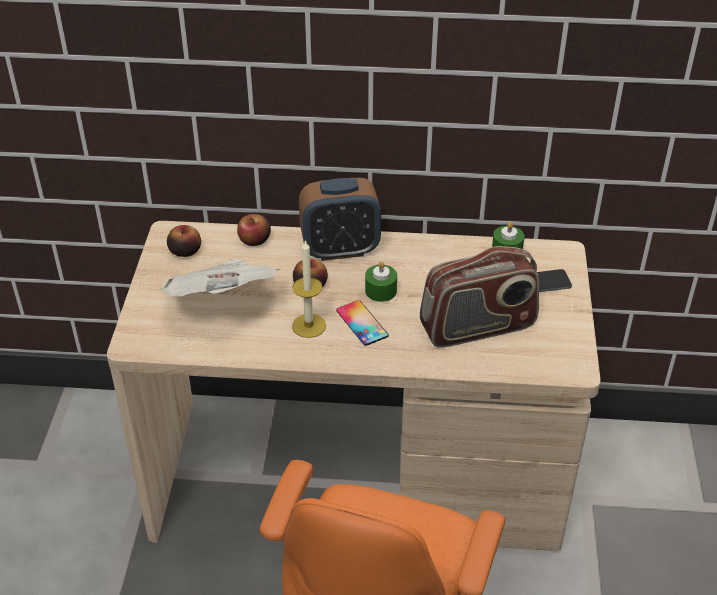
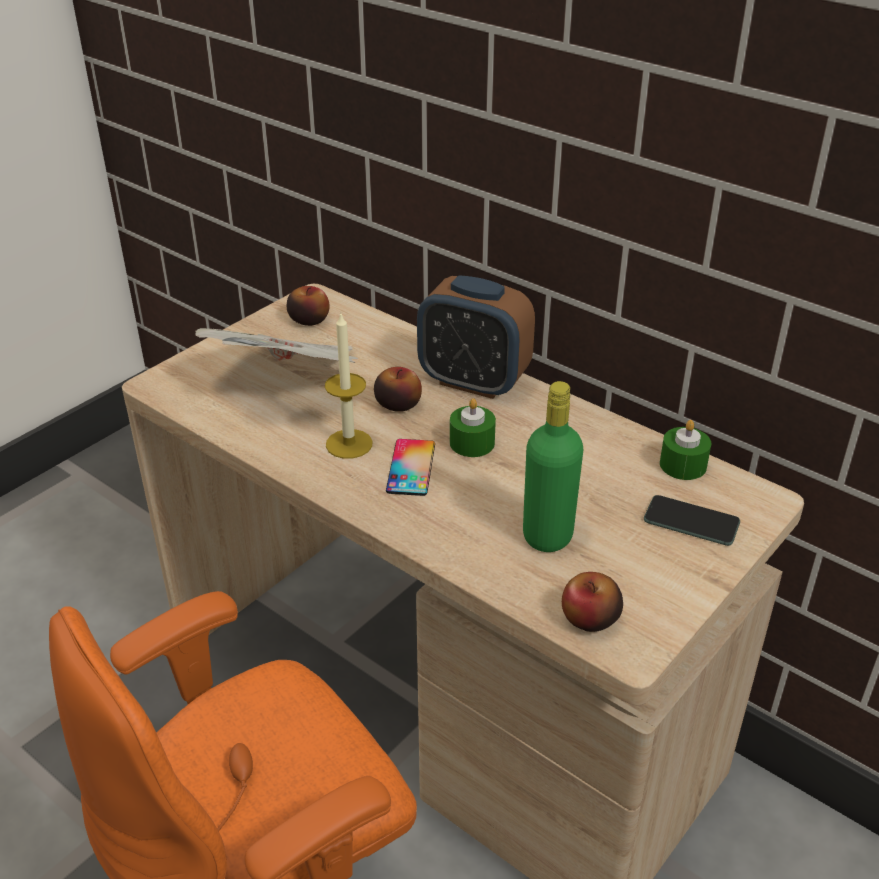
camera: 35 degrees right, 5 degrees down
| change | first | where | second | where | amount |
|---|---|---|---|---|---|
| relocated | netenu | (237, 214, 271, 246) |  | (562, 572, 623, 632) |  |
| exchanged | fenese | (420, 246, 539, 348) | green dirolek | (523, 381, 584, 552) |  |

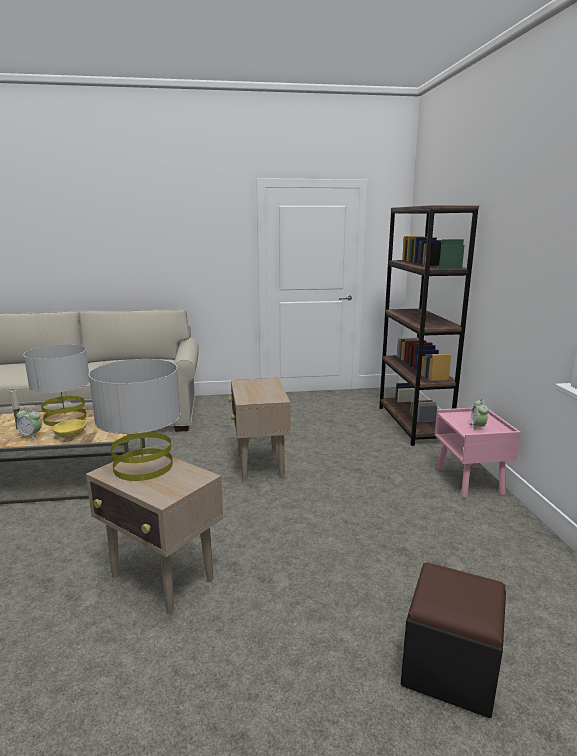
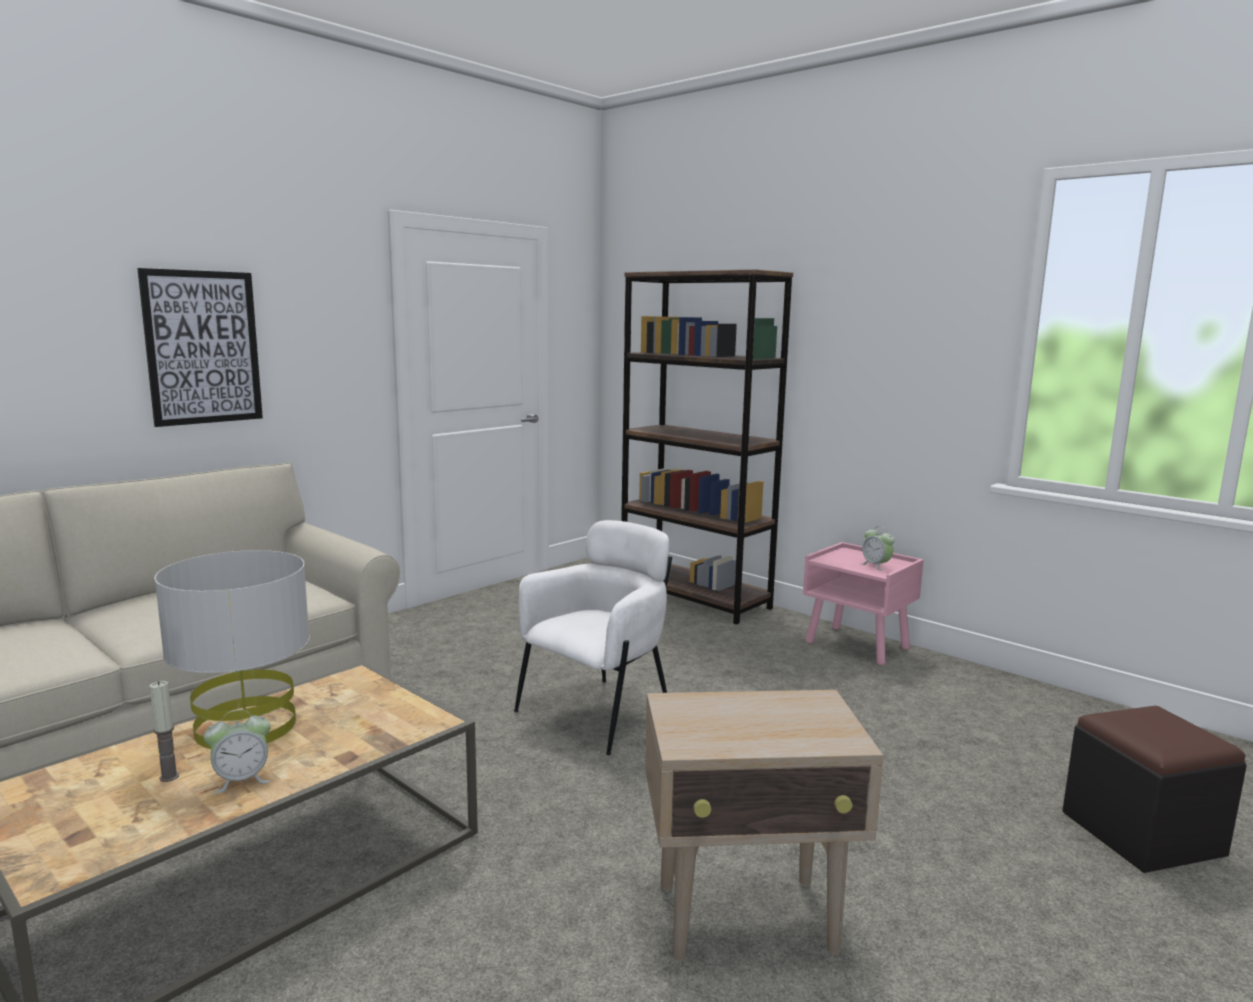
camera: 40 degrees left, 5 degrees down
| change | first | where | second | where | amount |
|---|---|---|---|---|---|
| missing | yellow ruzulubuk | (52, 419, 86, 439) |  |  |  |
| missing | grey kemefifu | (89, 359, 181, 481) |  |  |  |
| appeared |  |  | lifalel | (137, 268, 263, 427) |  |
| exchanged | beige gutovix | (228, 378, 291, 482) | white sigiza | (514, 520, 672, 755) |  |

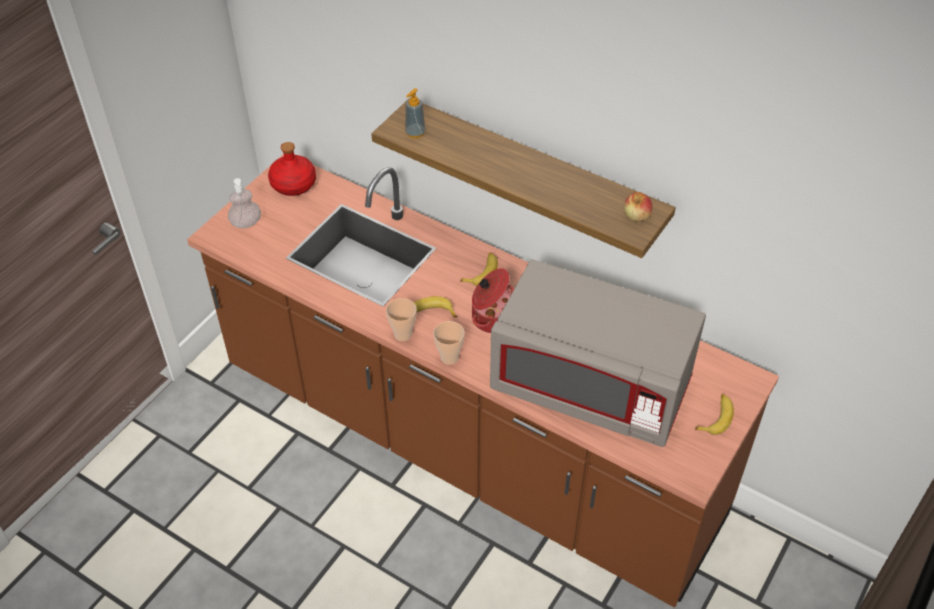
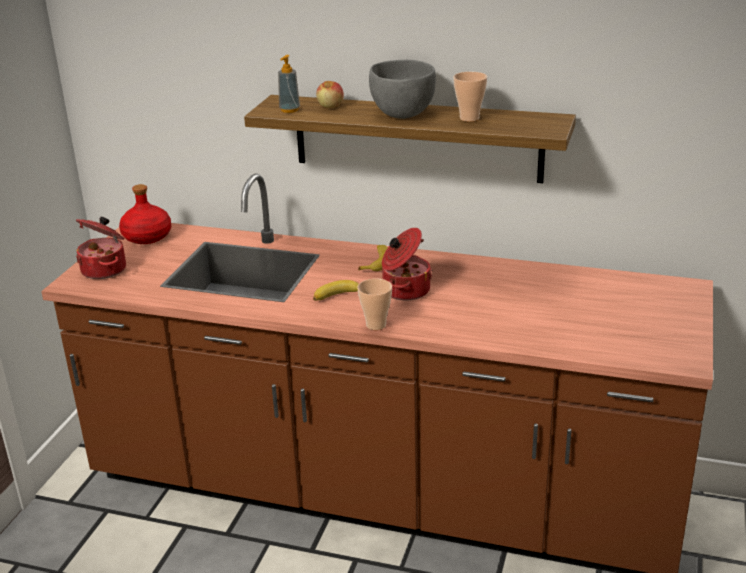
camera: 15 degrees left, 20 degrees down
| change | first | where | second | where | amount |
|---|---|---|---|---|---|
| missing | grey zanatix | (490, 259, 706, 447) |  |  |  |
| missing | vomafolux | (695, 394, 734, 435) |  |  |  |
| appeared |  |  | grey ruzulubuk | (369, 60, 436, 119) |  |
| relocated | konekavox | (386, 298, 417, 341) |  | (453, 72, 488, 122) |  |
| relocated | netenu | (624, 192, 652, 222) |  | (316, 81, 344, 108) |  |
| exchanged | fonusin | (228, 178, 261, 228) | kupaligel | (76, 217, 126, 279) |  |

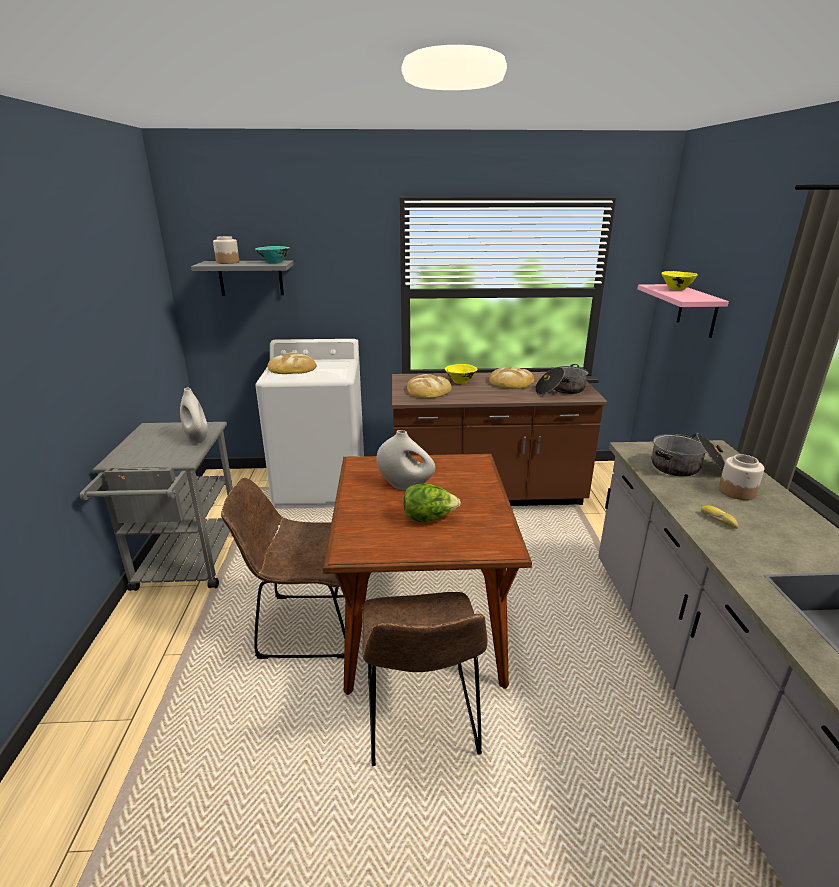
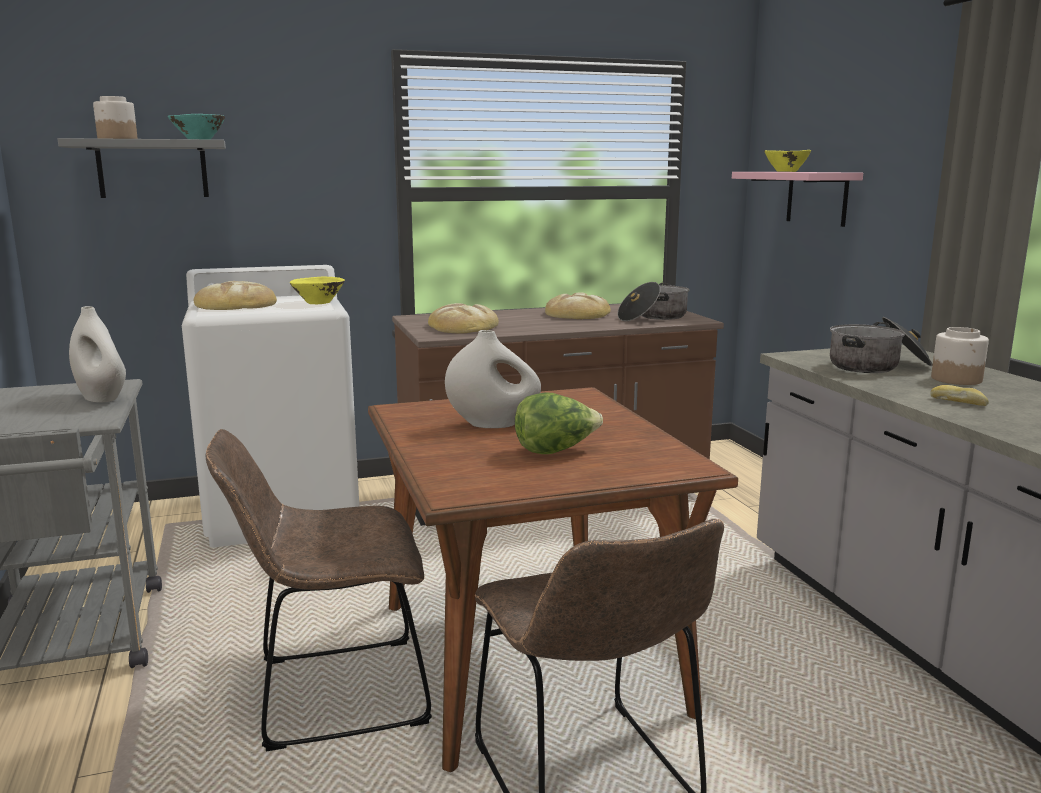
camera: 15 degrees left, 10 degrees down
| change | first | where | second | where | amount |
|---|---|---|---|---|---|
| relocated | yellow ruzulubuk | (445, 364, 478, 384) |  | (290, 276, 345, 304) |  |

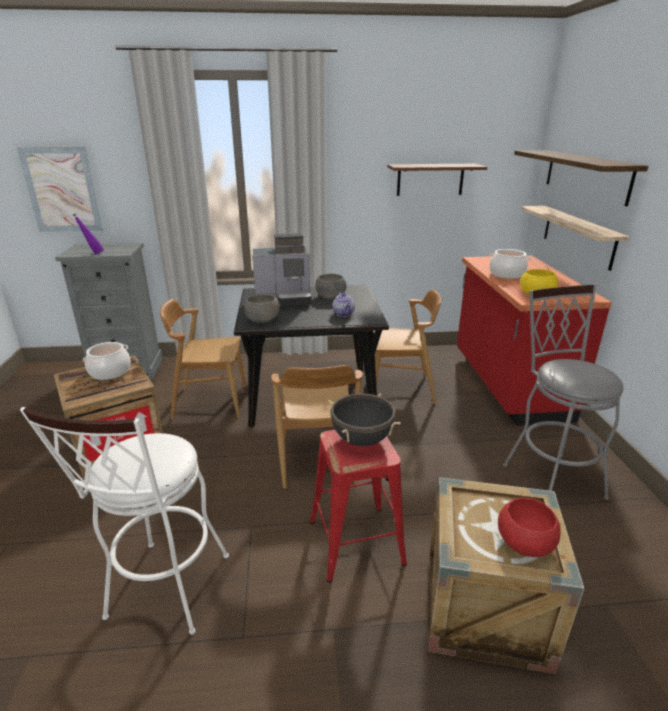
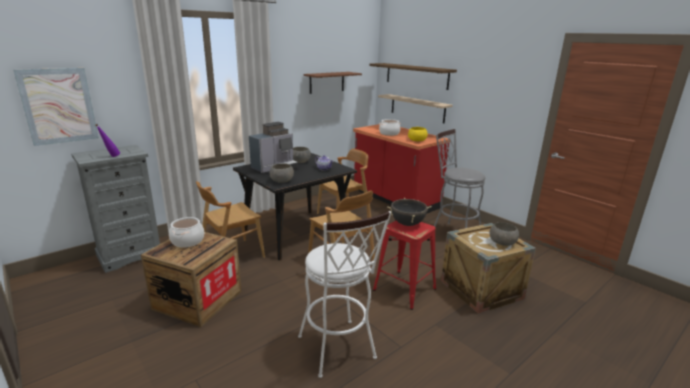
camera: 35 degrees left, 5 degrees down
| change | first | where | second | where | amount |
|---|---|---|---|---|---|
| colour | red ruzulubuk | (498, 498, 561, 557) | grey ruzulubuk | (489, 222, 519, 246) |  |

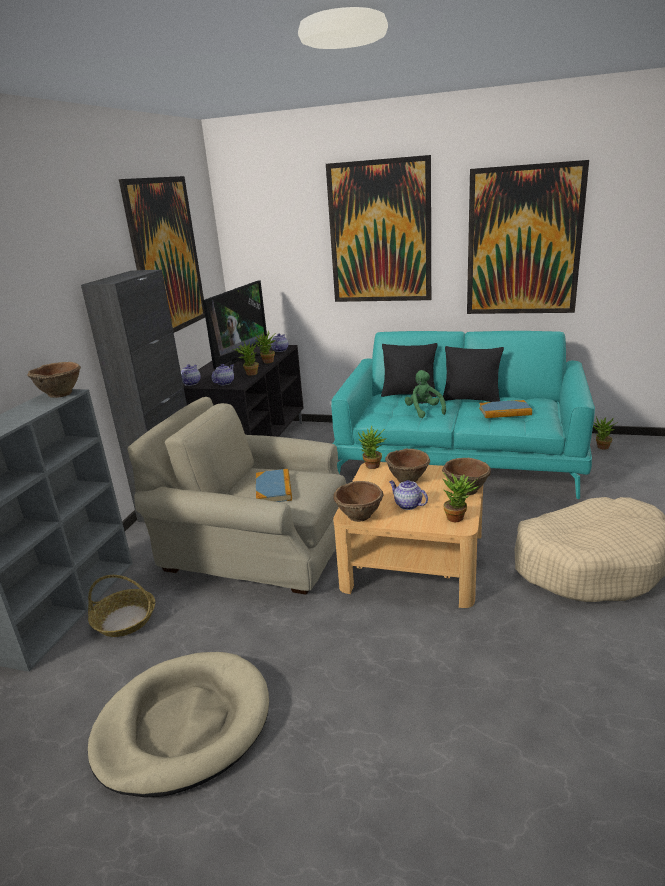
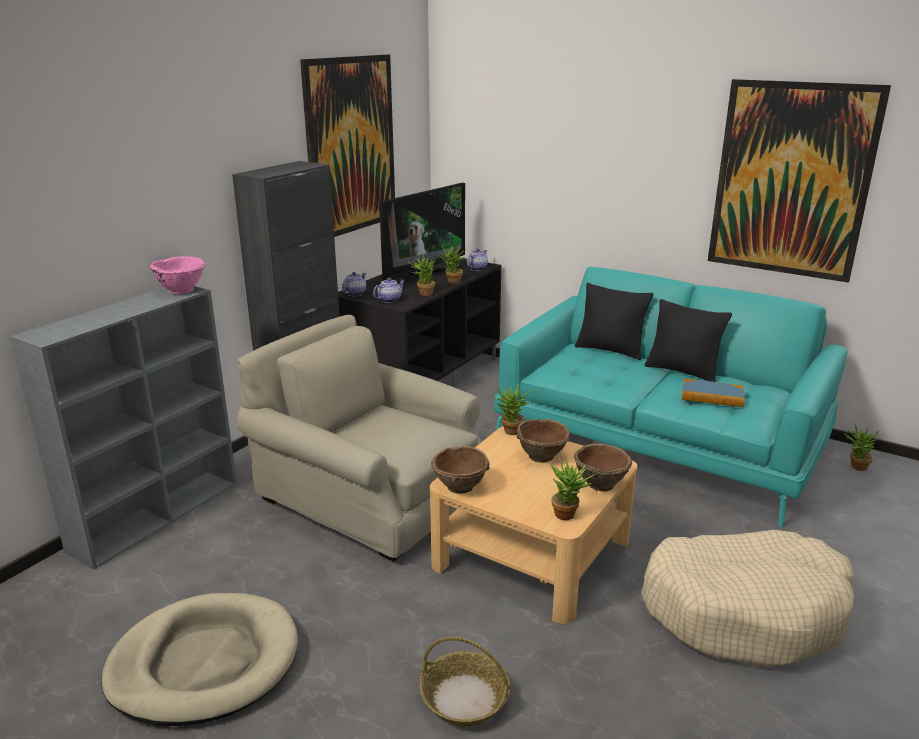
camera: 15 degrees right, 0 degrees up
| change | first | where | second | where | amount |
|---|---|---|---|---|---|
| missing | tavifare | (256, 469, 292, 502) |  |  |  |
| missing | lifalel | (326, 155, 431, 302) |  |  |  |
| missing | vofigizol | (389, 480, 428, 510) |  |  |  |
| missing | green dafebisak | (405, 370, 446, 418) |  |  |  |
| relocated | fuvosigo | (88, 575, 155, 637) |  | (419, 637, 510, 726) |  |
| colour | brown ruzulubuk | (27, 362, 81, 398) | pink ruzulubuk | (150, 256, 205, 294) |  |

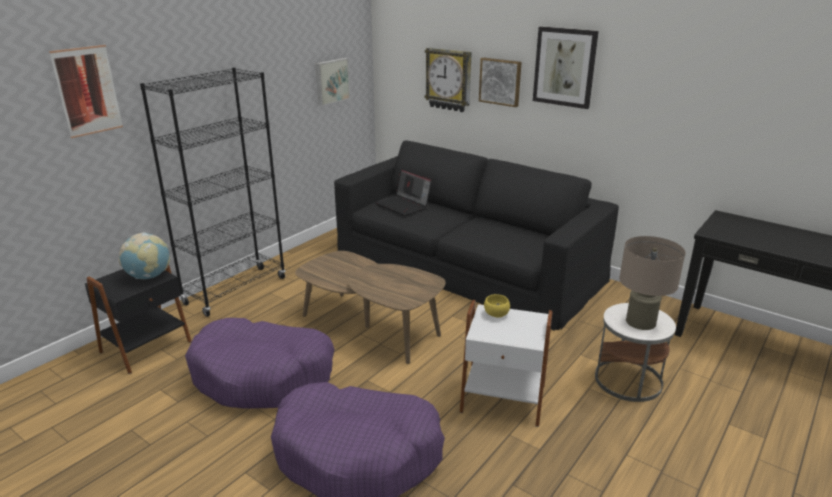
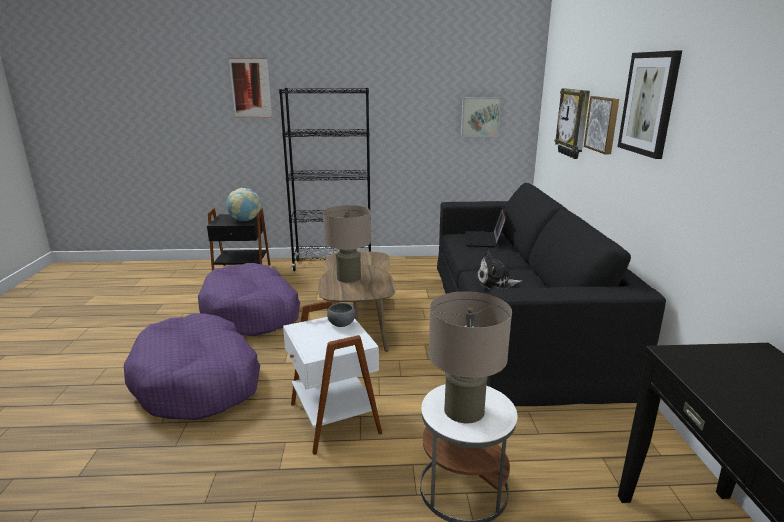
camera: 50 degrees right, 5 degrees down
| change | first | where | second | where | amount |
|---|---|---|---|---|---|
| appeared |  |  | beige kemefifu | (323, 205, 371, 283) |  |
| appeared |  |  | dafebisak | (477, 251, 521, 289) |  |
| colour | yellow ruzulubuk | (484, 294, 510, 318) | grey ruzulubuk | (327, 303, 356, 327) |  |

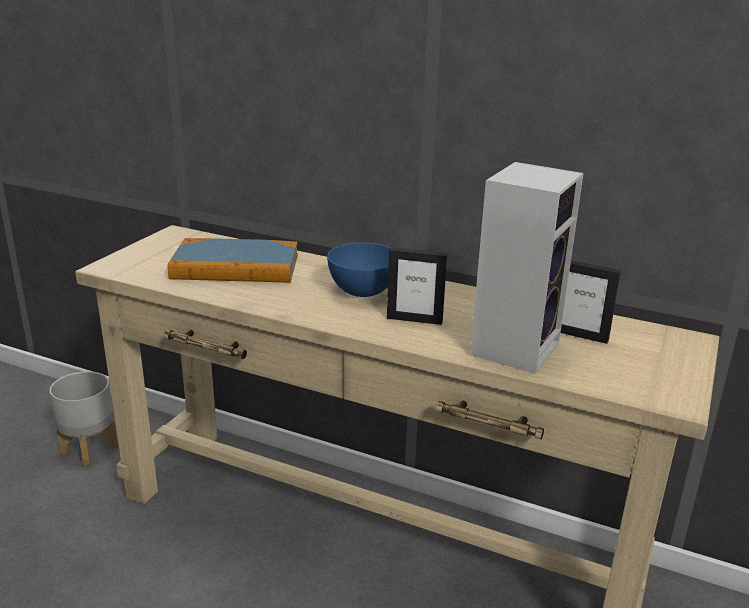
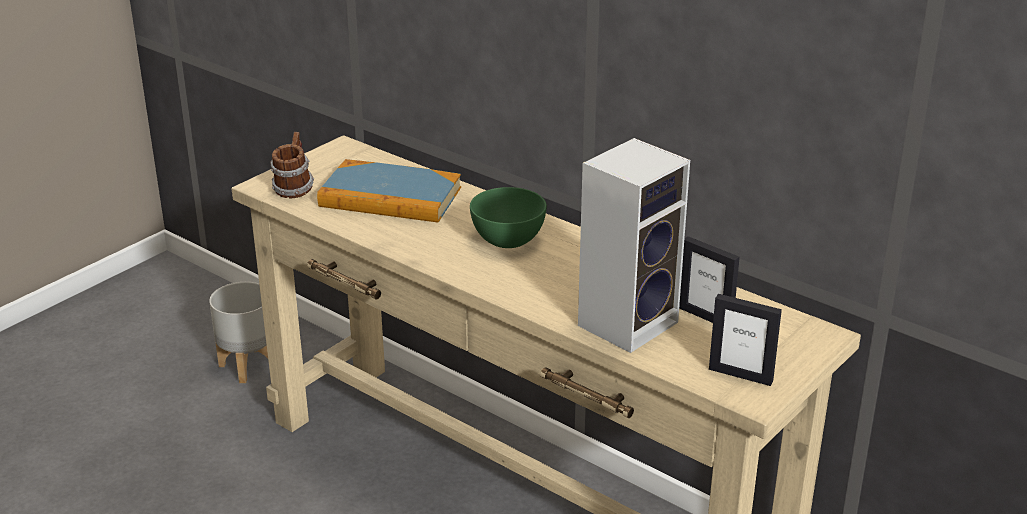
camera: 15 degrees right, 5 degrees up
| change | first | where | second | where | amount |
|---|---|---|---|---|---|
| appeared |  |  | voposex | (270, 132, 314, 198) |  |
| relocated | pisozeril | (387, 247, 447, 325) |  | (709, 294, 782, 386) |  |
| colour | blue ruzulubuk | (327, 243, 390, 297) | green ruzulubuk | (470, 187, 547, 248) |  |

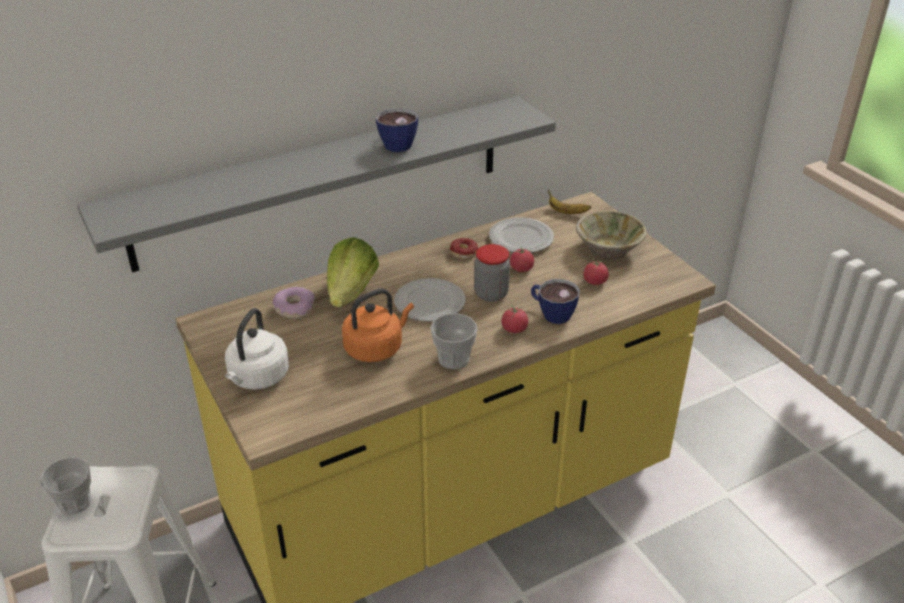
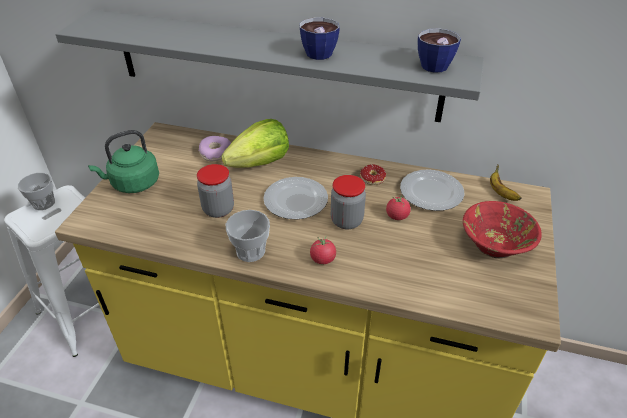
camera: 45 degrees right, 5 degrees up
| change | first | where | second | where | amount |
|---|---|---|---|---|---|
| missing | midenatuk | (583, 258, 609, 285) |  |  |  |
| relocated | konekavox | (531, 279, 580, 324) |  | (417, 28, 461, 73) |  |
| exchanged | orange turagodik | (342, 289, 414, 362) | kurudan | (197, 164, 234, 218) |  |
| colour | white turagodik | (225, 308, 289, 390) | green turagodik | (88, 130, 159, 193) |  |
| colour | beige ruzulubuk | (576, 211, 647, 260) | red ruzulubuk | (463, 201, 542, 258) |  |

